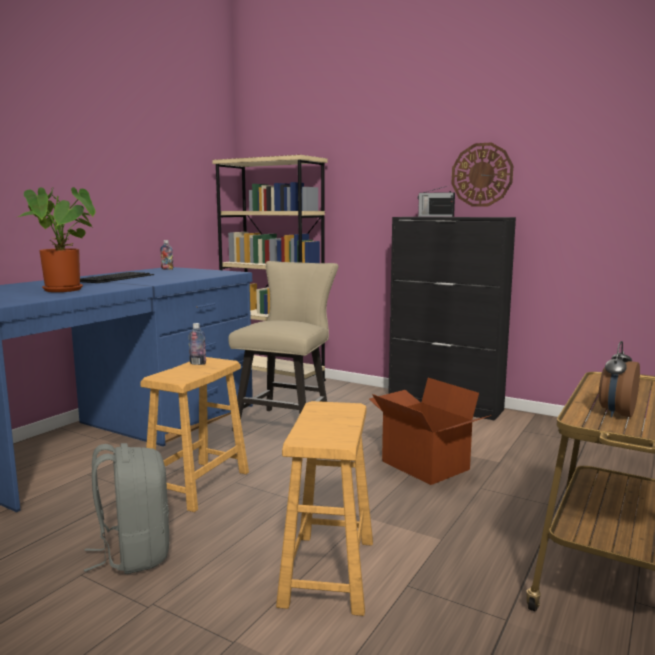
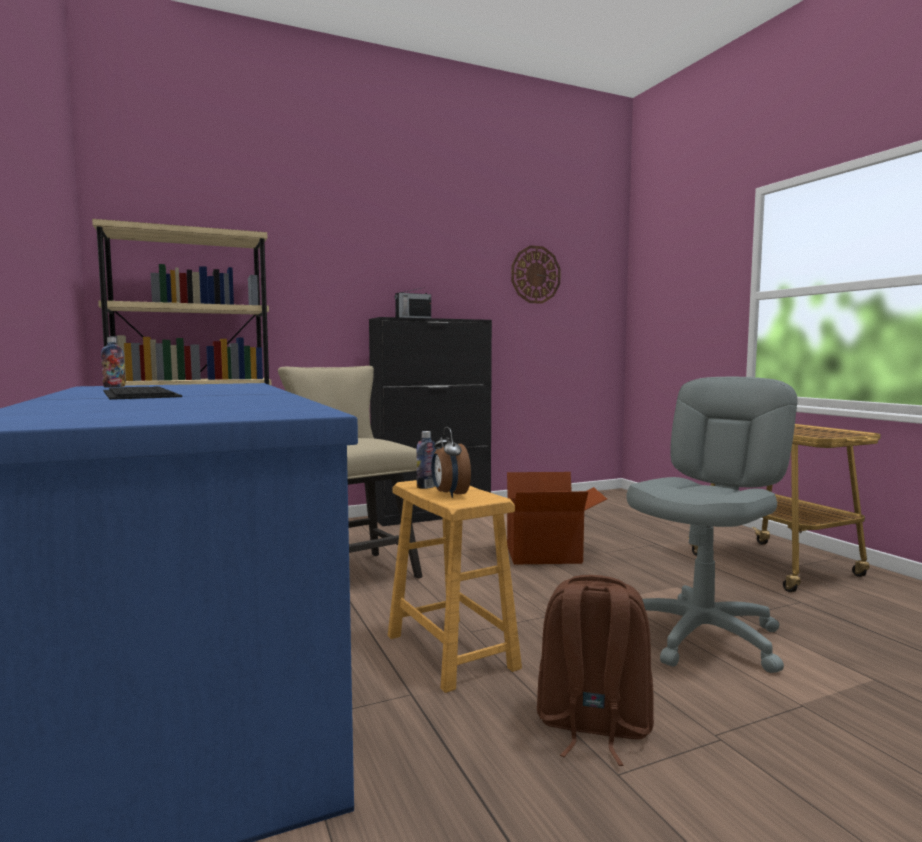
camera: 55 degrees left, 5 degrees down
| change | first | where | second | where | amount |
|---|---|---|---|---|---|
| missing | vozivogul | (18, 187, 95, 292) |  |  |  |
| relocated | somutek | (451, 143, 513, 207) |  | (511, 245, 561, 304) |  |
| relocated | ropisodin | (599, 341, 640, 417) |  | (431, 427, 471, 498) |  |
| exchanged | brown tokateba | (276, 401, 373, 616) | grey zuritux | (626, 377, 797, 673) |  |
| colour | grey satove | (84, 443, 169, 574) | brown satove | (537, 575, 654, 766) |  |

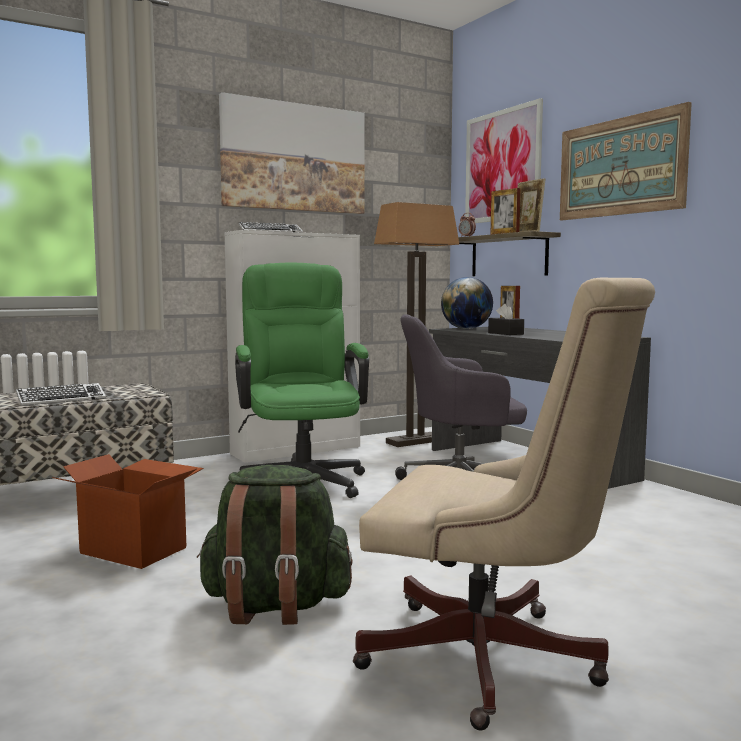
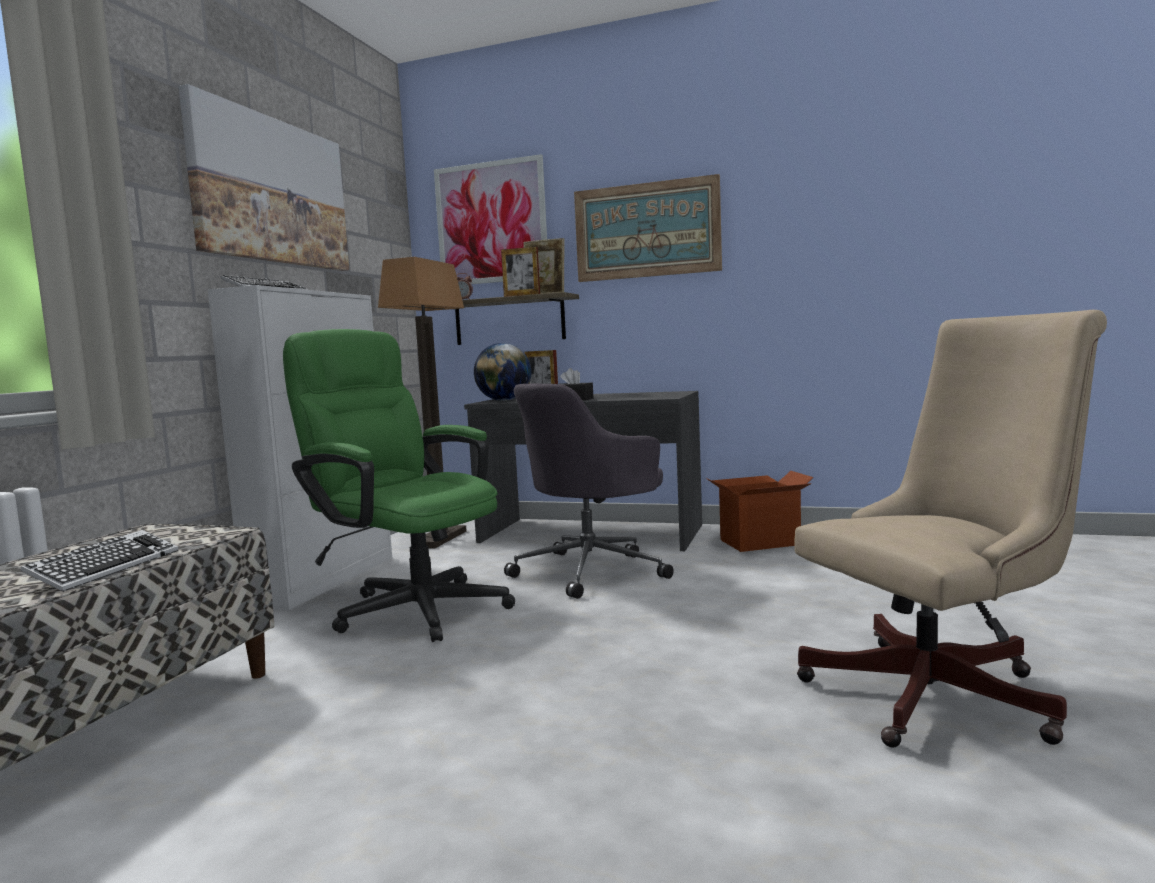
camera: 40 degrees left, 0 degrees up
| change | first | where | second | where | amount |
|---|---|---|---|---|---|
| missing | green satove | (197, 465, 353, 625) |  |  |  |
| relocated | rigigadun | (52, 454, 204, 569) |  | (706, 471, 814, 552) |  |

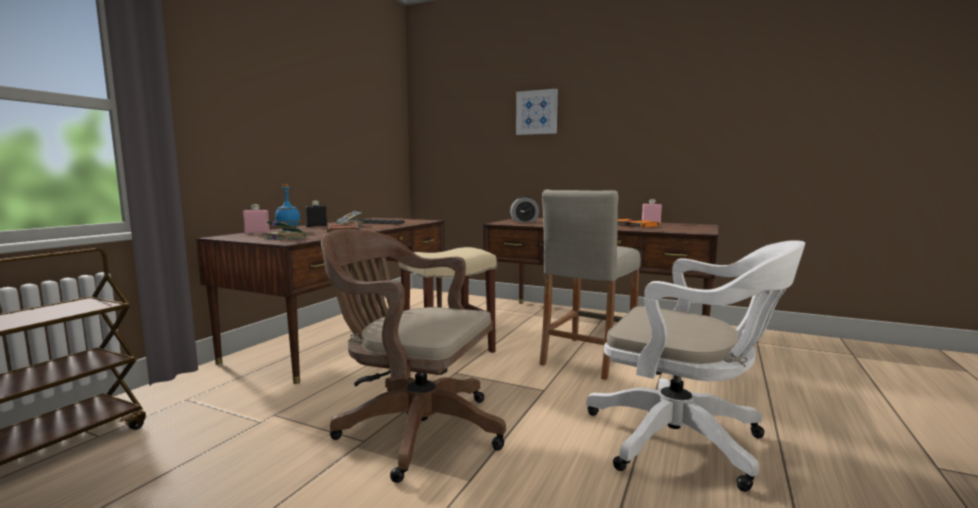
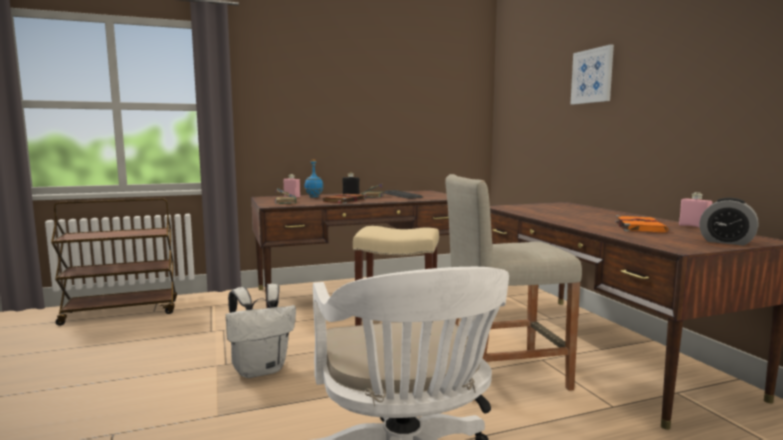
camera: 45 degrees right, 0 degrees up
| change | first | where | second | where | amount |
|---|---|---|---|---|---|
| relocated | ropisodin | (510, 196, 539, 222) |  | (699, 198, 759, 246) |  |
| exchanged | brown zuritux | (321, 229, 506, 483) | white satove | (226, 284, 296, 378) |  |

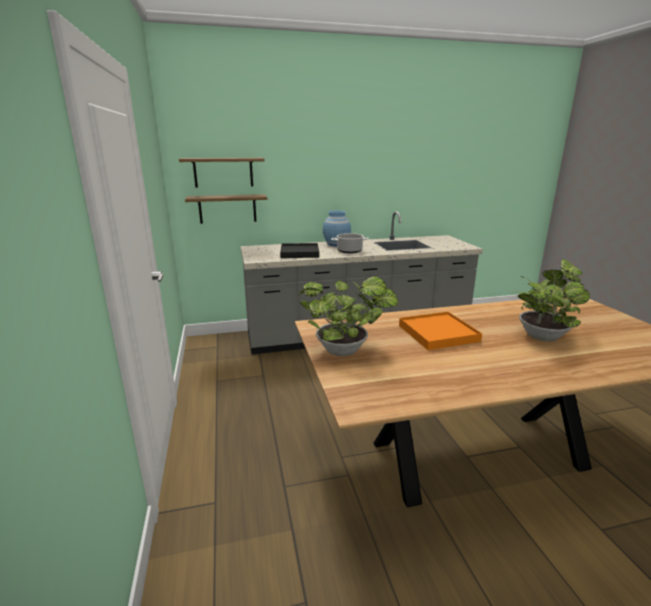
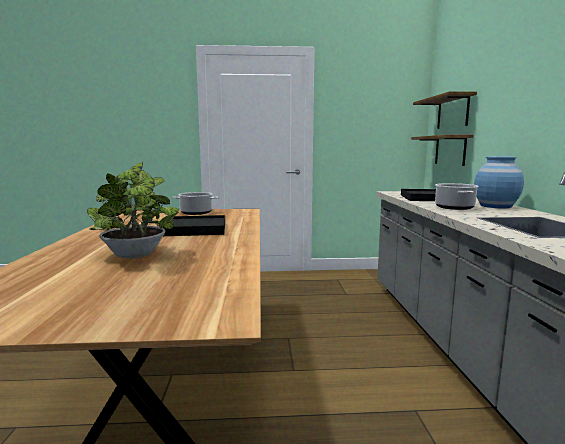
camera: 100 degrees right, 10 degrees down
| change | first | where | second | where | amount |
|---|---|---|---|---|---|
| exchanged | vozivogul | (298, 277, 398, 356) | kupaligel | (172, 192, 219, 215) |  |
| colour | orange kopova | (399, 312, 482, 350) | black kopova | (164, 215, 225, 236) |  |

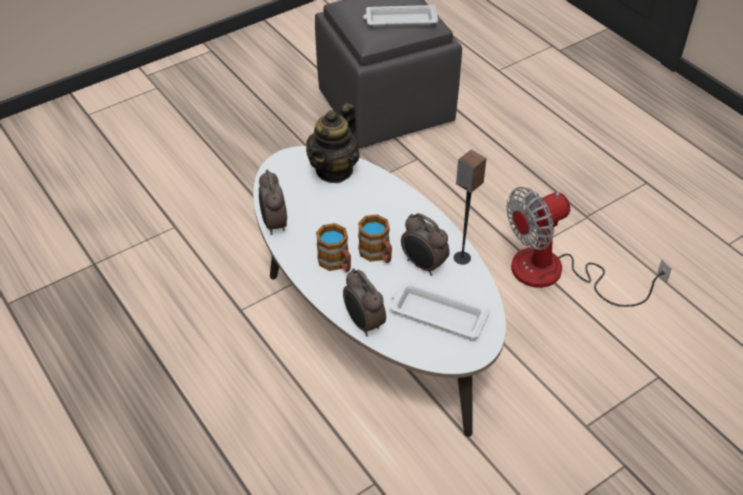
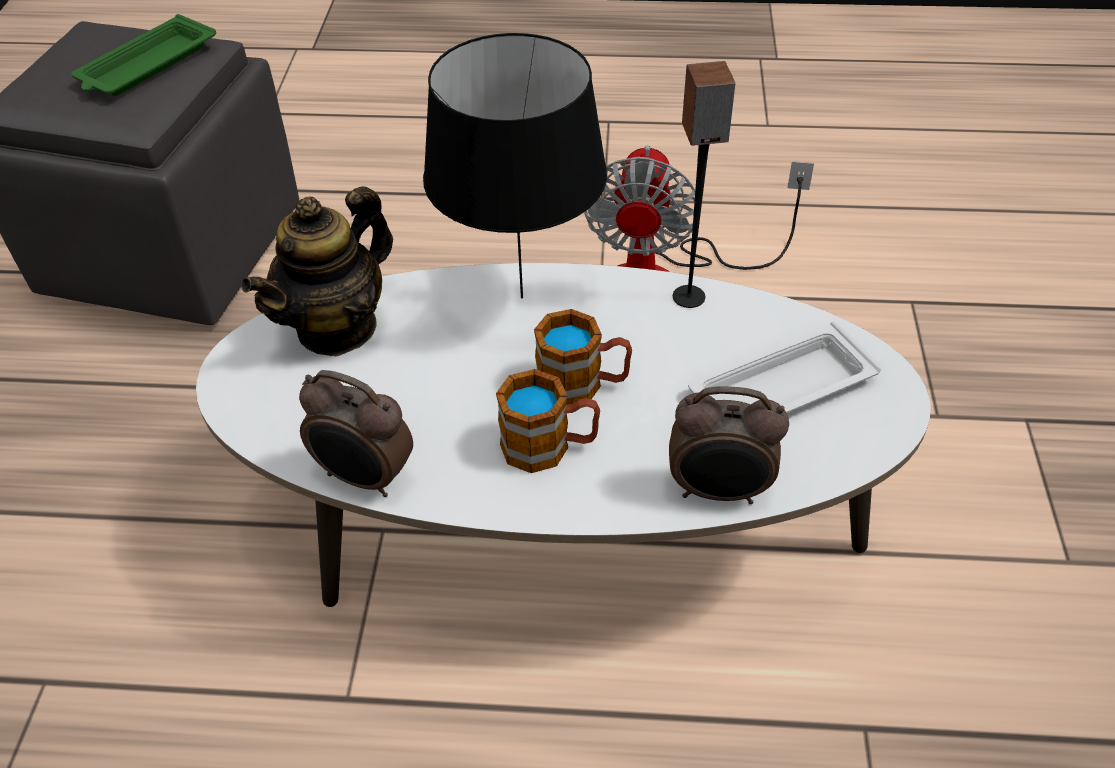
camera: 50 degrees left, 0 degrees up
| change | first | where | second | where | amount |
|---|---|---|---|---|---|
| missing | ropisodin | (401, 213, 450, 276) |  |  |  |
| appeared |  |  | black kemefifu | (423, 33, 607, 299) |  |
| colour | white kopova | (363, 4, 438, 27) | green kopova | (71, 14, 216, 96) |  |
| spun | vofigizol | (306, 103, 360, 183) |  | (241, 186, 393, 356) | 60 degrees clockwise |

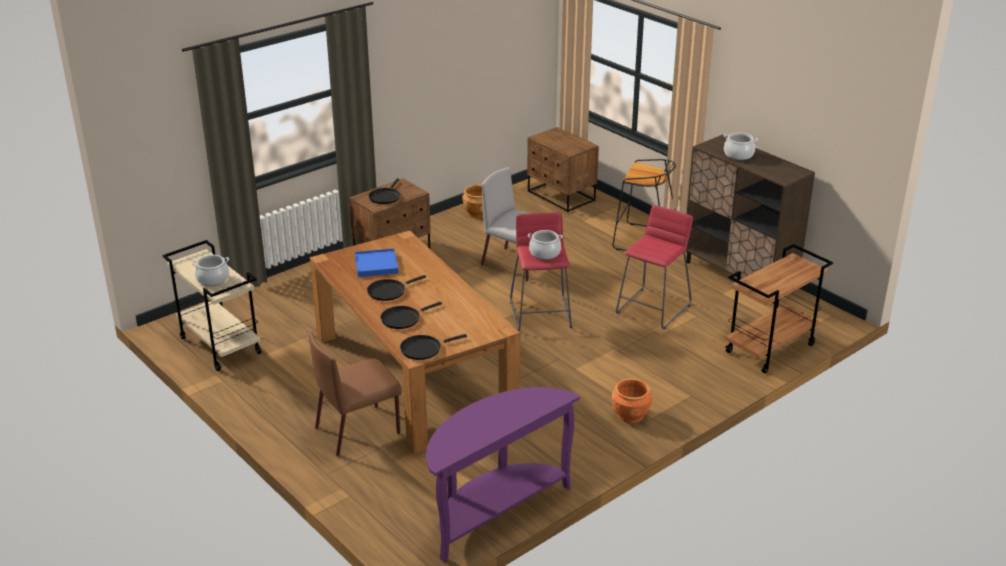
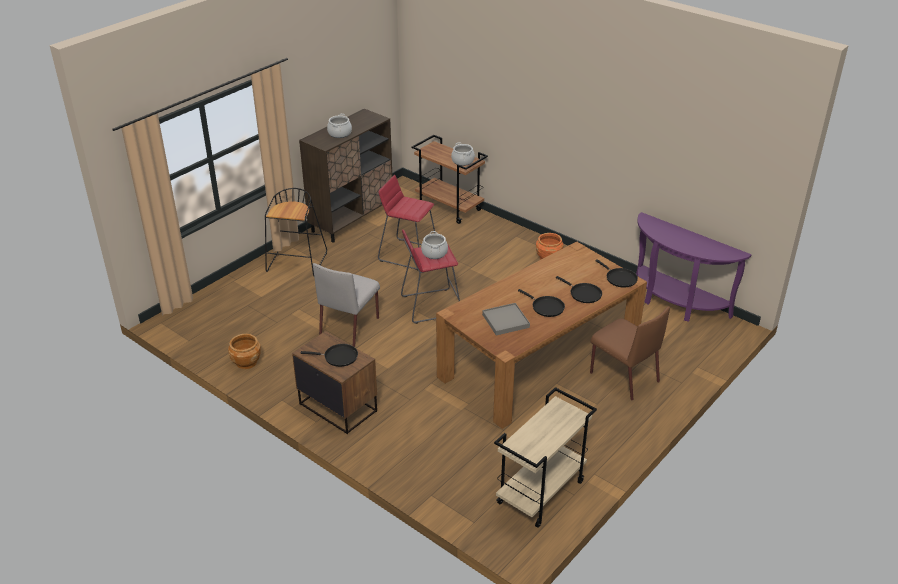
camera: 100 degrees left, 5 degrees up
| change | first | where | second | where | amount |
|---|---|---|---|---|---|
| missing | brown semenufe | (527, 127, 599, 212) |  |  |  |
| relocated | kupaligel | (191, 255, 229, 286) |  | (451, 142, 475, 166) |  |
| colour | blue kopova | (355, 249, 399, 277) | grey kopova | (482, 303, 530, 335) |  |

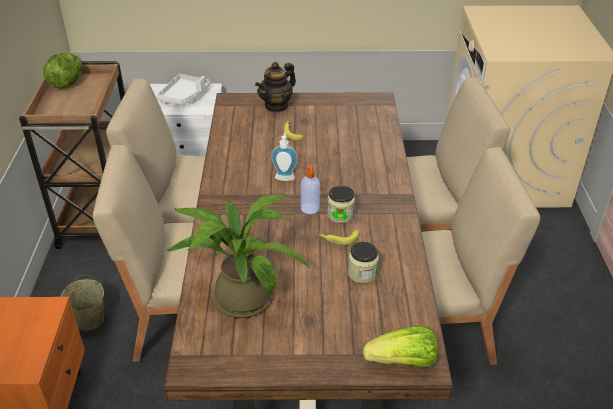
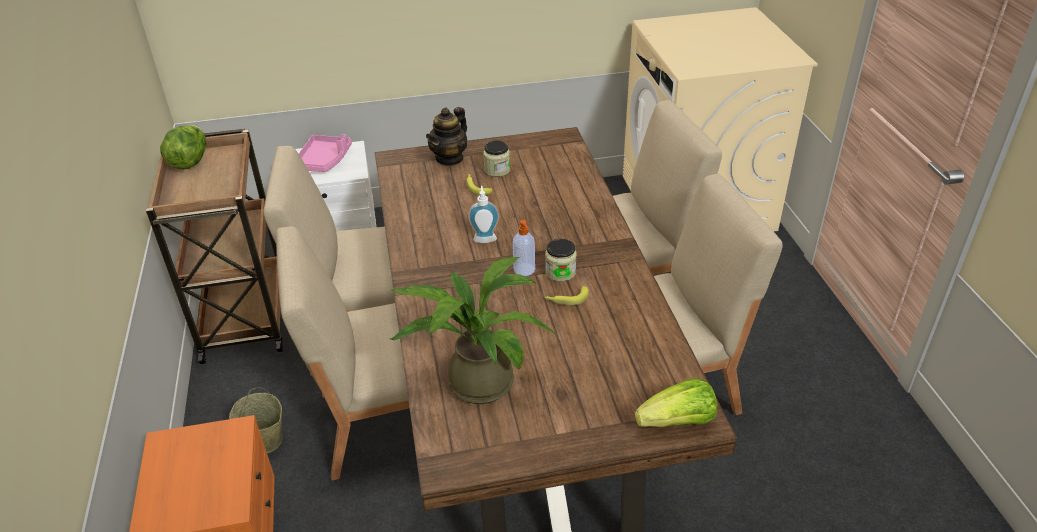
camera: 10 degrees left, 0 degrees up
| change | first | where | second | where | amount |
|---|---|---|---|---|---|
| relocated | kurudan | (348, 242, 379, 284) |  | (483, 141, 510, 177) |  |
| colour | white kopova | (157, 74, 210, 105) | pink kopova | (299, 134, 352, 172) |  |

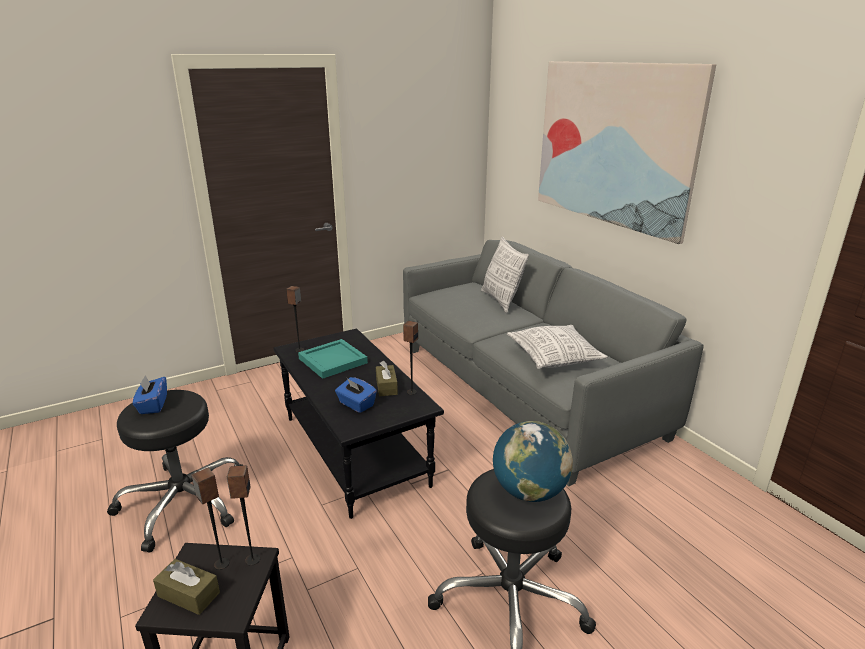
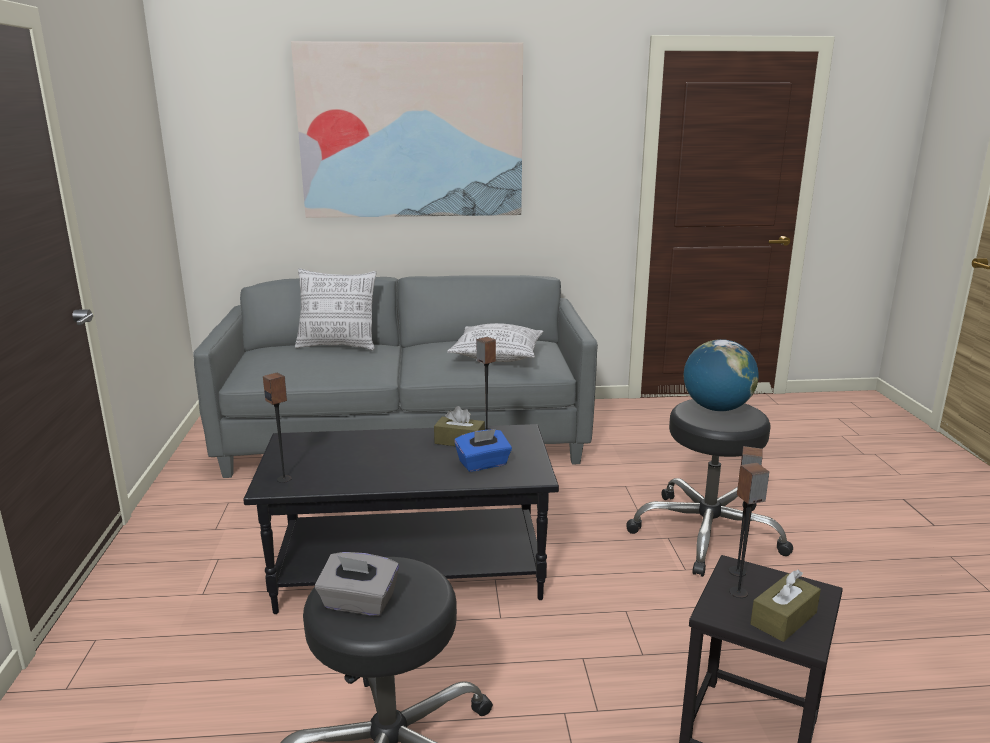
camera: 65 degrees left, 5 degrees down
| change | first | where | second | where | amount |
|---|---|---|---|---|---|
| missing | turquoise kopova | (298, 339, 368, 379) |  |  |  |
| colour | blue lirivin | (133, 375, 167, 414) | grey lirivin | (315, 552, 399, 616) |  |

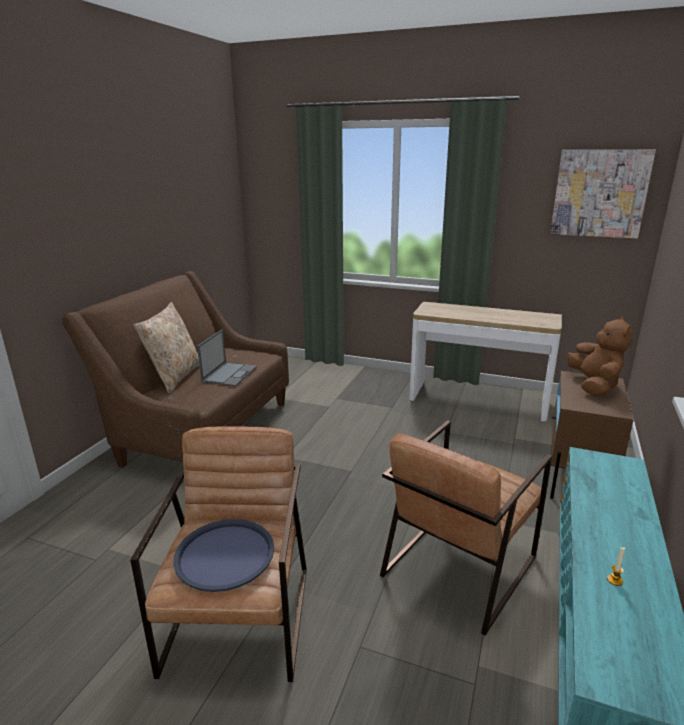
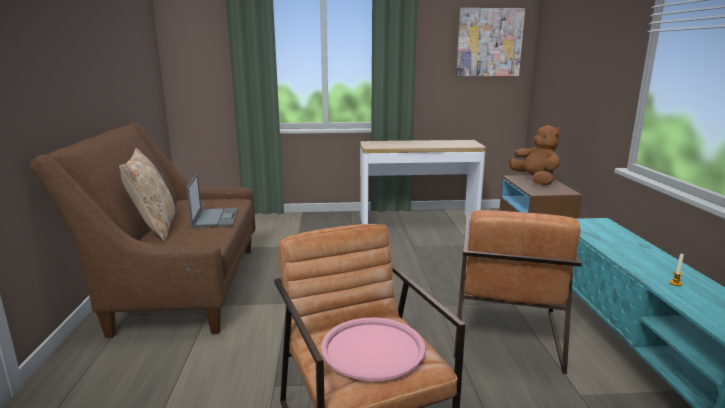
camera: 25 degrees left, 5 degrees down
| change | first | where | second | where | amount |
|---|---|---|---|---|---|
| colour | blue kopova | (173, 519, 274, 592) | pink kopova | (321, 317, 425, 381) |  |

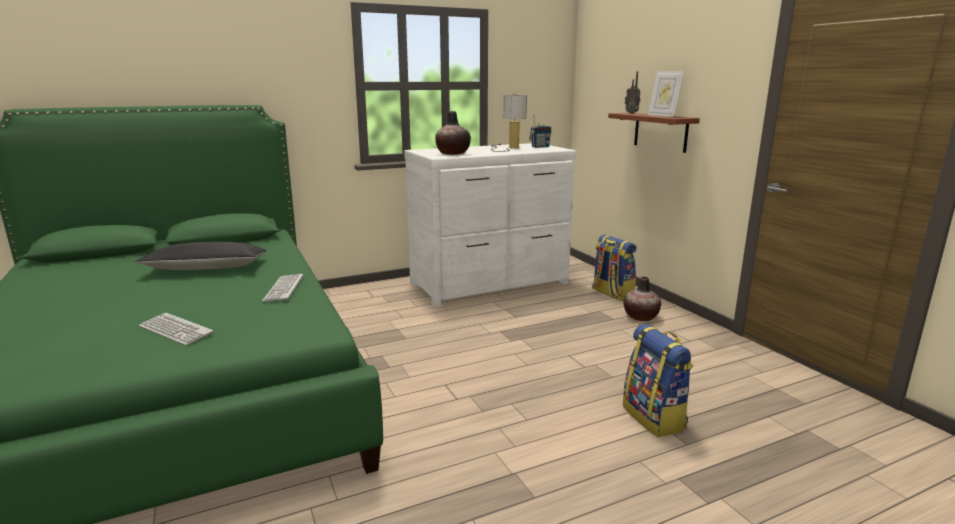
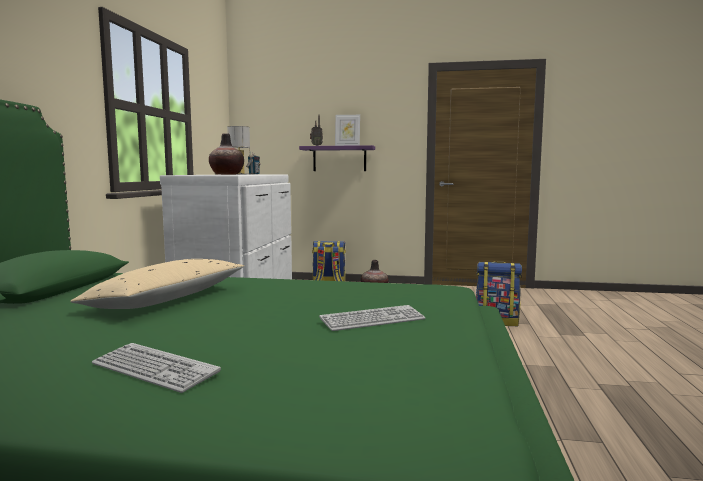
camera: 55 degrees left, 10 degrees down
| change | first | where | second | where | amount |
|---|---|---|---|---|---|
| relocated | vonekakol | (262, 274, 303, 302) |  | (92, 343, 221, 393) |  |
| colour | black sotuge | (135, 242, 267, 270) | beige sotuge | (70, 259, 244, 309) |  |
| colour | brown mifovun | (608, 113, 700, 153) | purple mifovun | (299, 145, 375, 171) |  |

